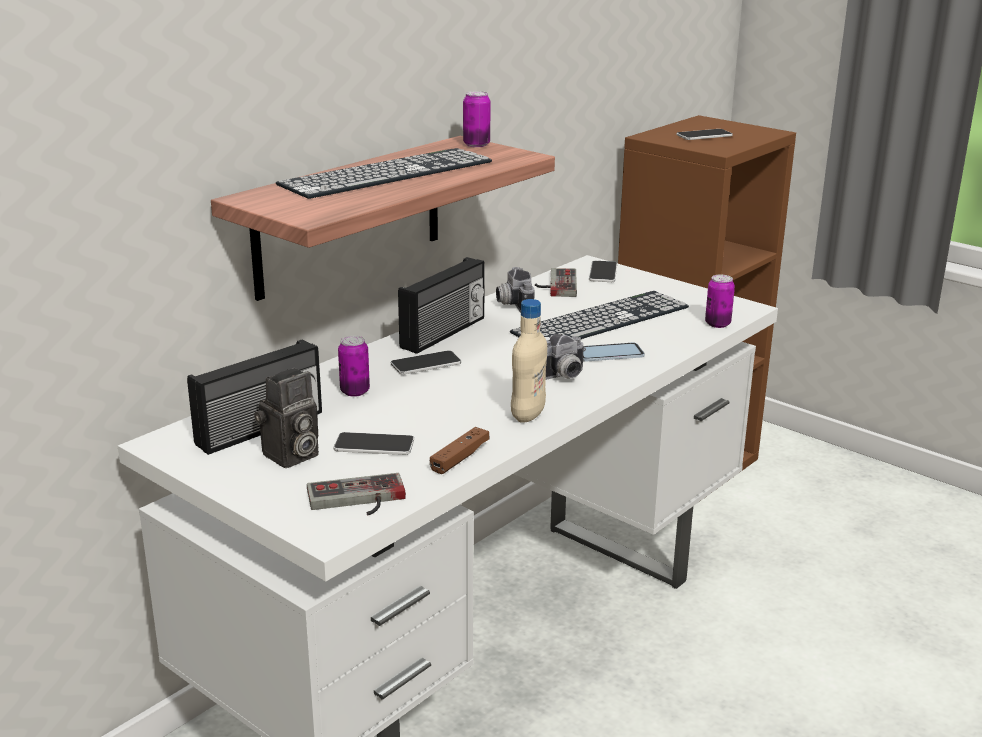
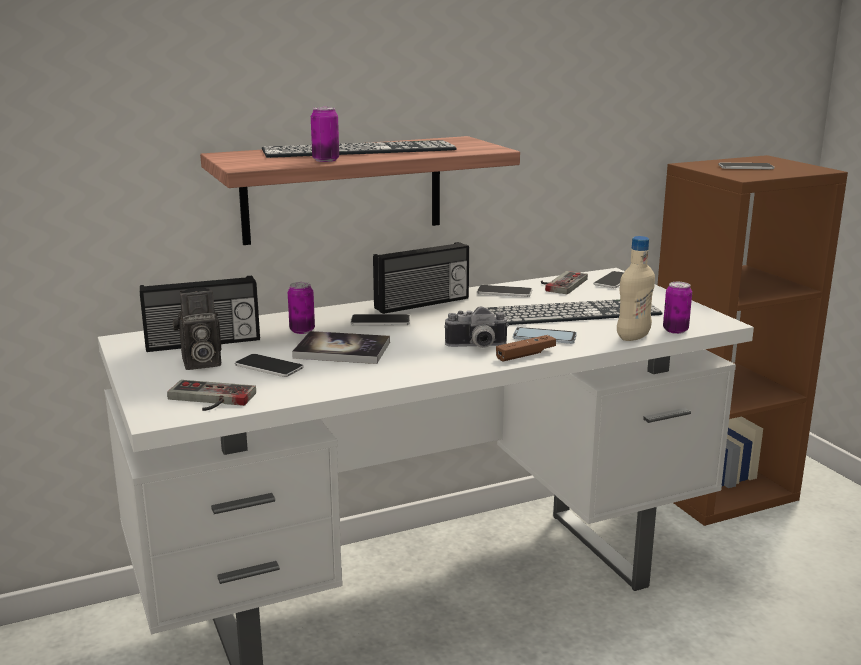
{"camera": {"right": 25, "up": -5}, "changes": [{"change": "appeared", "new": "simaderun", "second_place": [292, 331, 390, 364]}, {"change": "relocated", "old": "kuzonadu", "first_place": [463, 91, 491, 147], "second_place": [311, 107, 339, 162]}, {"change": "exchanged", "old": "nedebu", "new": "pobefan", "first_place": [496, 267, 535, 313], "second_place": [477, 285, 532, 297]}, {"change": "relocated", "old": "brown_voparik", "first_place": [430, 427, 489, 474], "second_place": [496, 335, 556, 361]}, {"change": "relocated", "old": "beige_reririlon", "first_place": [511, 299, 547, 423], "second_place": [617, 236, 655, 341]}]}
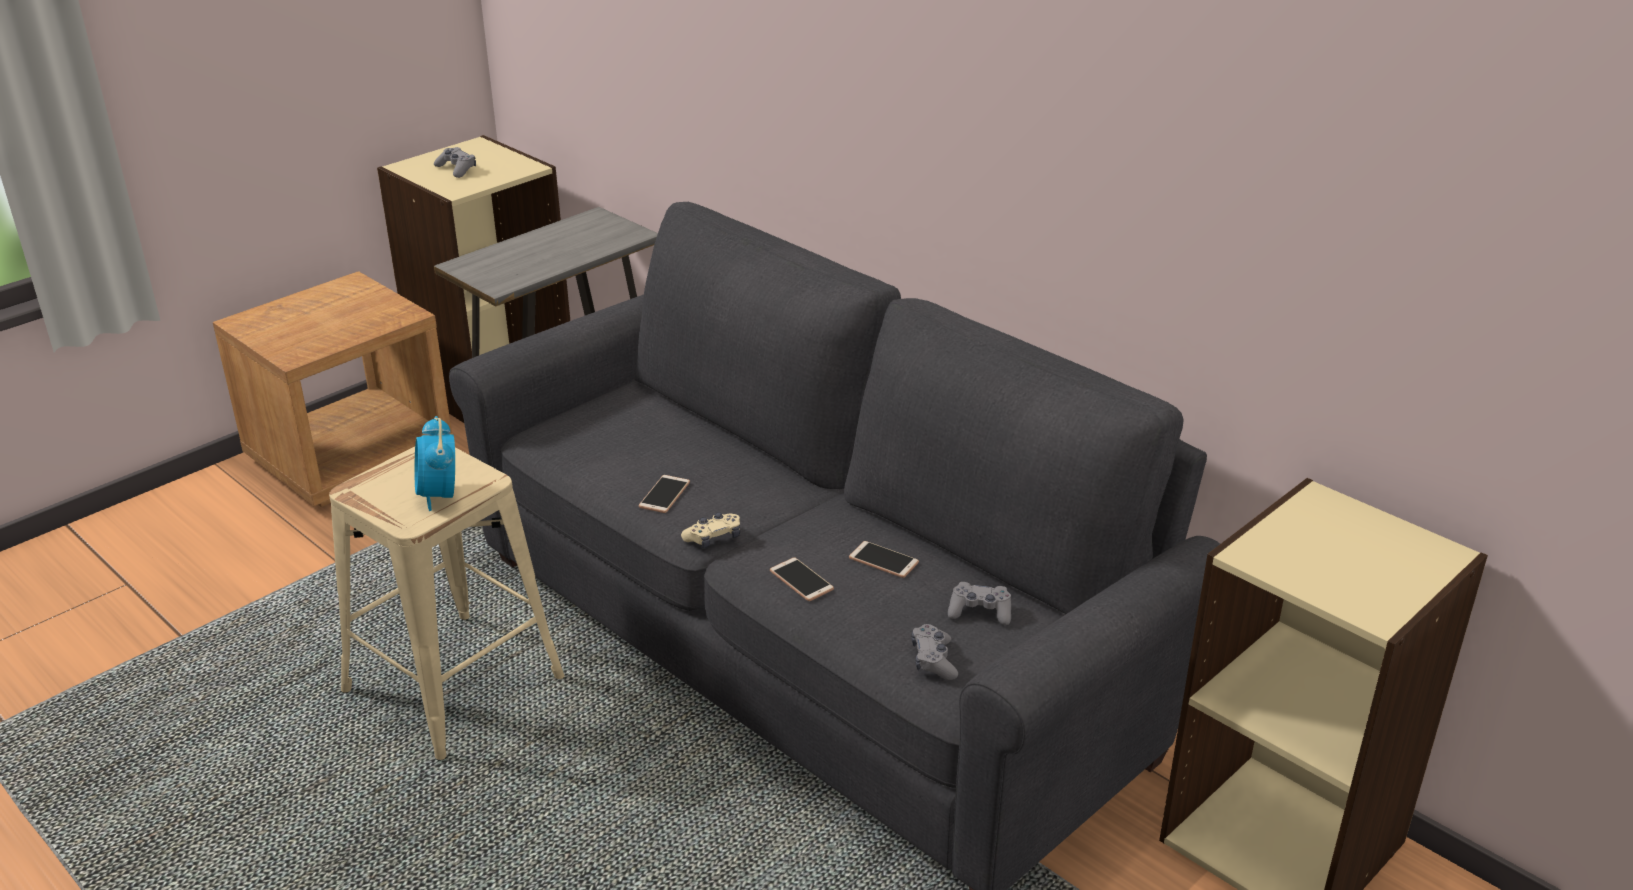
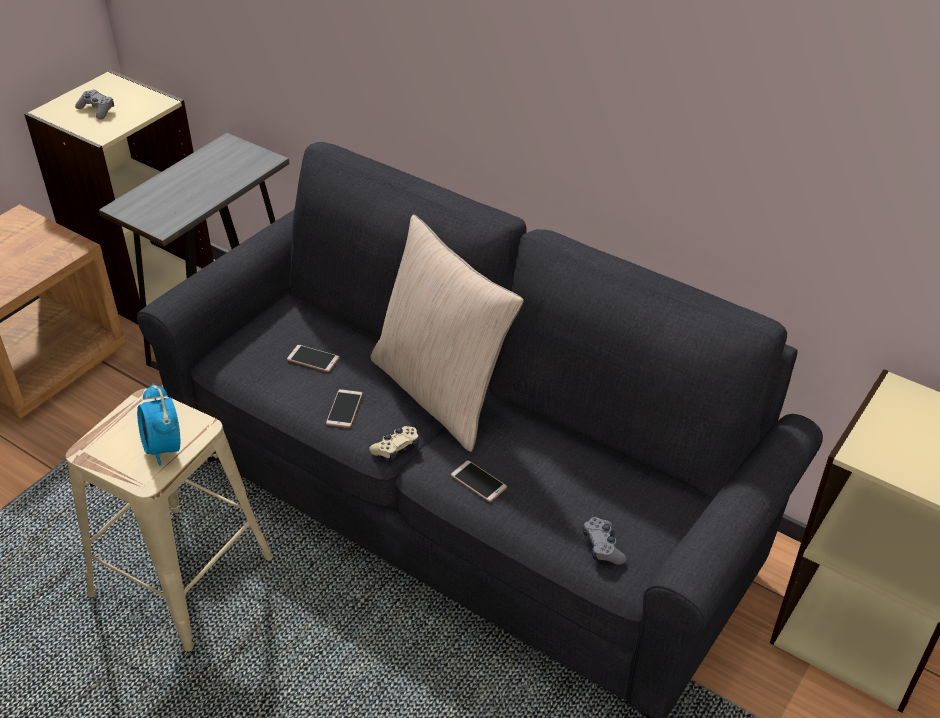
{"camera": {"right": -10, "up": 10}, "changes": [{"change": "relocated", "old": "pobefan", "first_place": [849, 541, 919, 578], "second_place": [287, 345, 340, 372]}, {"change": "appeared", "new": "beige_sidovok", "second_place": [371, 214, 524, 452]}, {"change": "missing", "old": "grey_voparik", "first_place": [948, 582, 1011, 625]}]}
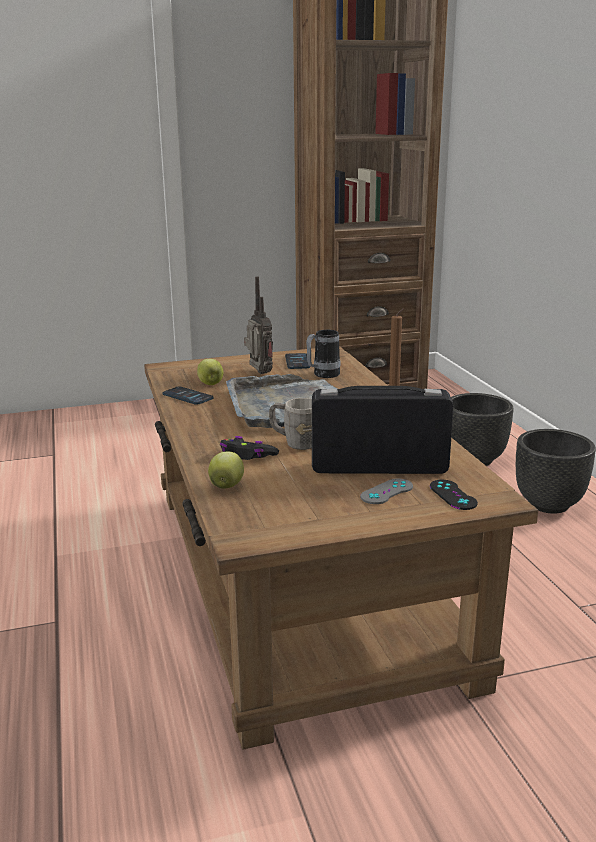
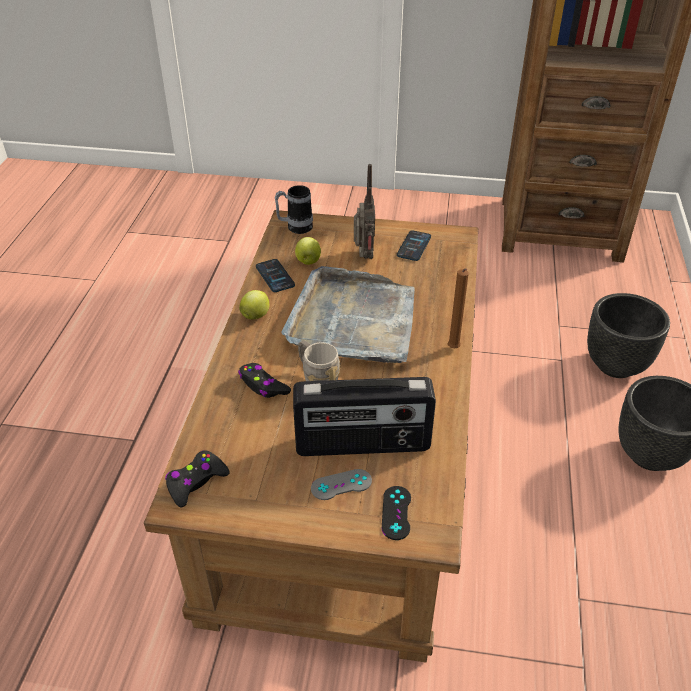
{"camera": {"right": 25, "up": 20}, "changes": [{"change": "appeared", "new": "black_voparik", "second_place": [165, 450, 230, 507]}, {"change": "relocated", "old": "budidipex", "first_place": [208, 452, 244, 489], "second_place": [239, 290, 270, 319]}, {"change": "relocated", "old": "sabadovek", "first_place": [306, 330, 341, 378], "second_place": [275, 185, 313, 234]}, {"change": "spun", "old": "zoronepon", "first_place": [312, 386, 454, 474], "second_place": [293, 377, 436, 456], "degrees": 150}]}
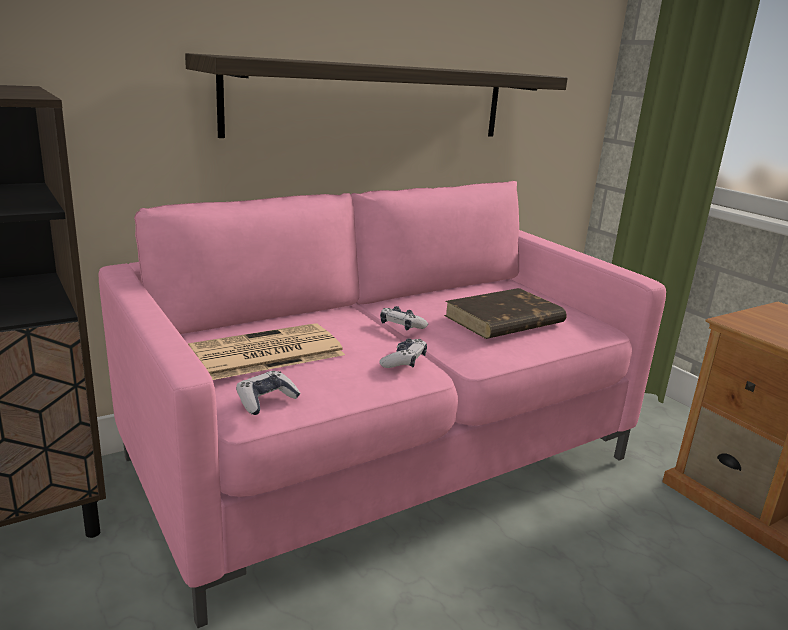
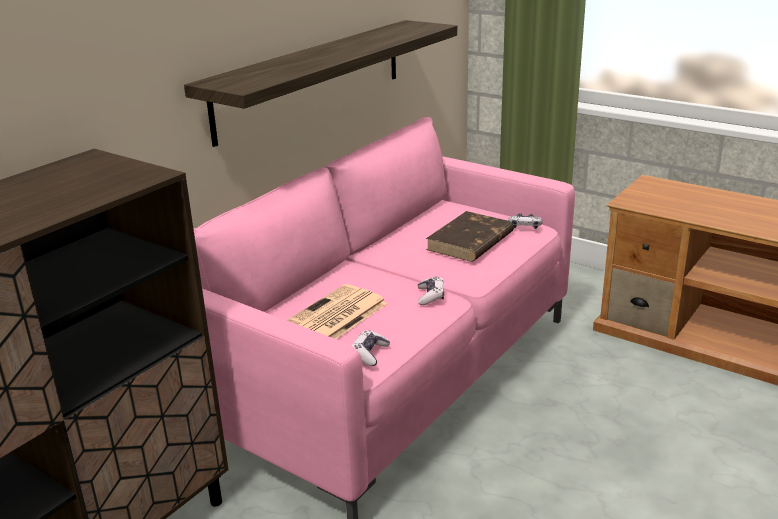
{"camera": {"right": -20, "up": 5}, "changes": [{"change": "relocated", "old": "voparik", "first_place": [380, 306, 428, 330], "second_place": [508, 213, 543, 229]}]}
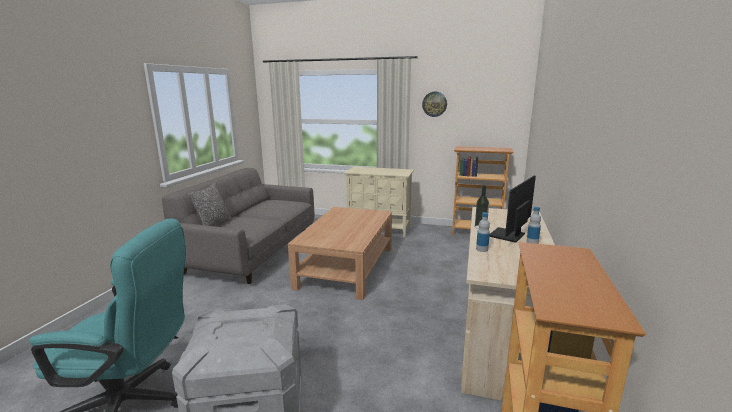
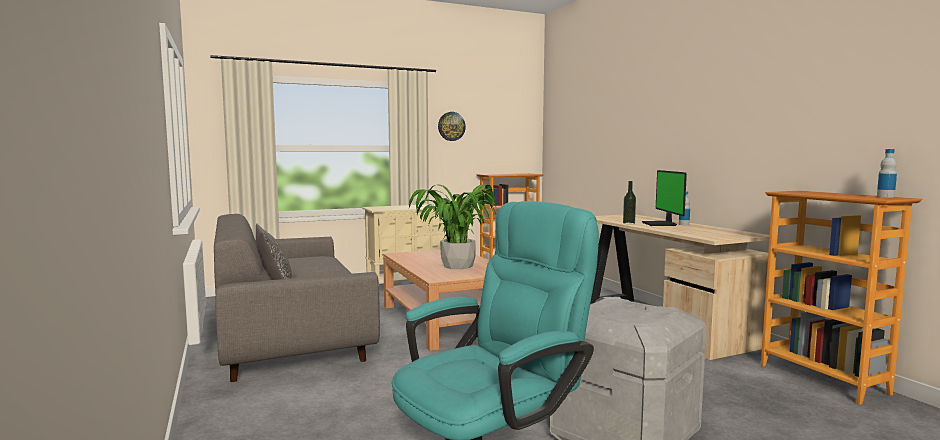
{"camera": {"right": -40, "up": -10}, "changes": [{"change": "appeared", "new": "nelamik", "second_place": [409, 184, 496, 269]}, {"change": "relocated", "old": "reririlon", "first_place": [476, 212, 490, 252], "second_place": [877, 149, 897, 198]}]}
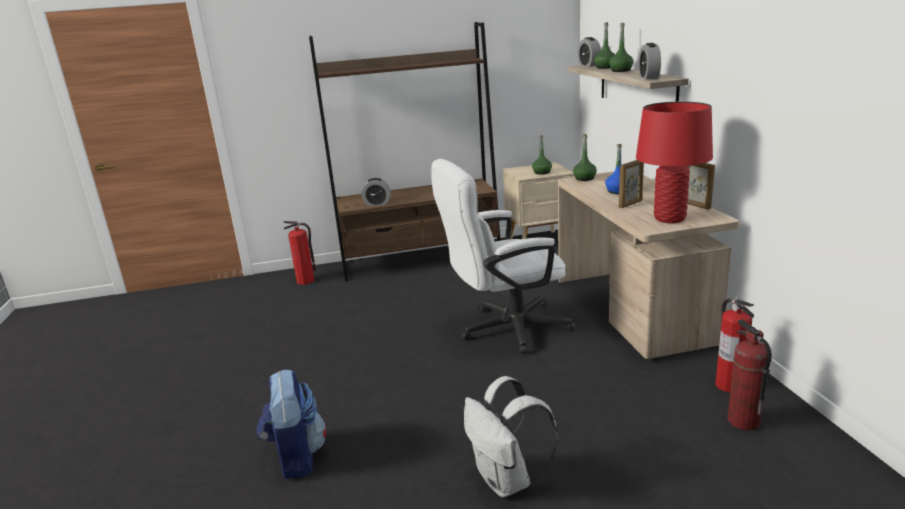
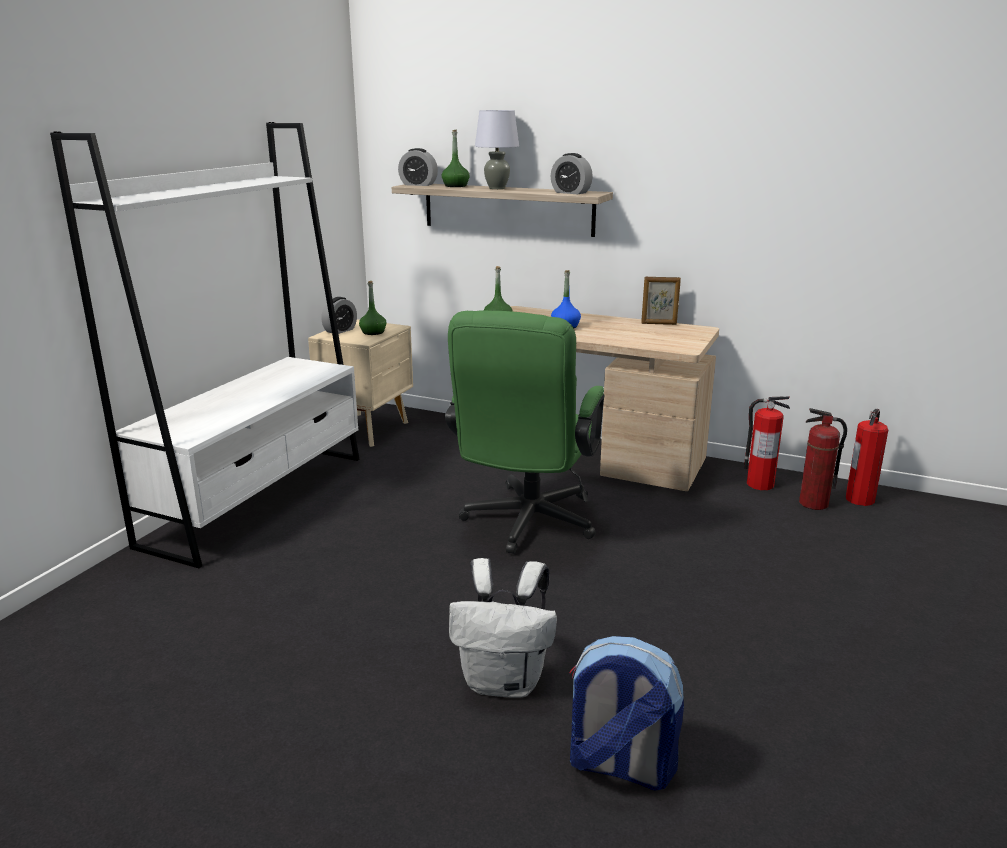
{"camera": {"right": -55, "up": 0}, "changes": [{"change": "colour", "old": "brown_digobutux", "new": "white_digobutux", "first_place": [309, 22, 501, 281], "second_place": [50, 122, 360, 568]}, {"change": "relocated", "old": "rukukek", "first_place": [362, 178, 391, 206], "second_place": [321, 297, 357, 334]}, {"change": "colour", "old": "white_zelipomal", "new": "green_zelipomal", "first_place": [431, 159, 576, 354], "second_place": [445, 310, 604, 554]}, {"change": "relocated", "old": "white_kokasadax", "first_place": [464, 376, 558, 497], "second_place": [449, 558, 557, 698]}, {"change": "exchanged", "old": "green_reririlon", "new": "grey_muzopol", "first_place": [609, 23, 634, 72], "second_place": [475, 110, 519, 189]}, {"change": "relocated", "old": "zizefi", "first_place": [284, 221, 316, 285], "second_place": [846, 409, 888, 506]}, {"change": "missing", "old": "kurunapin", "first_place": [619, 160, 644, 208]}, {"change": "missing", "old": "red_muzopol", "first_place": [636, 102, 713, 223]}]}
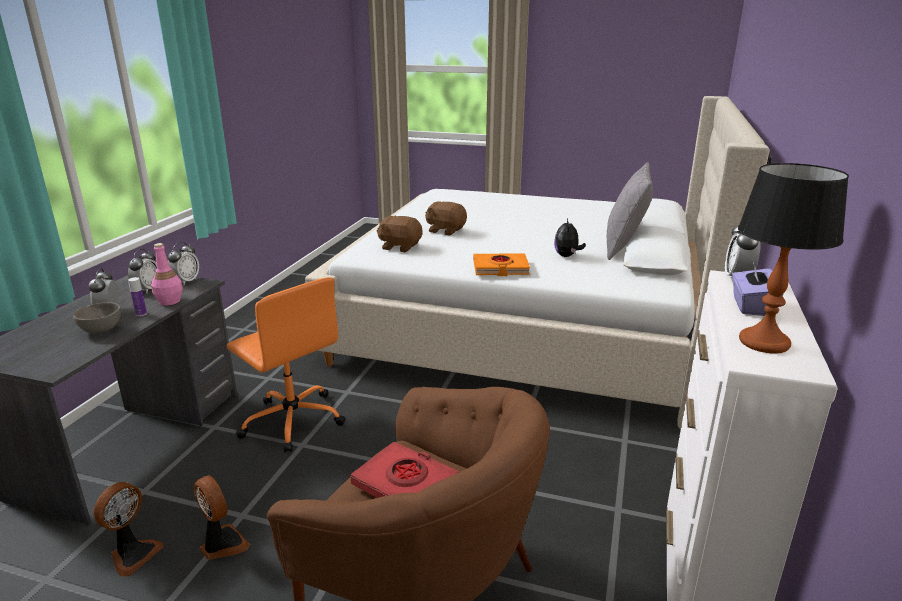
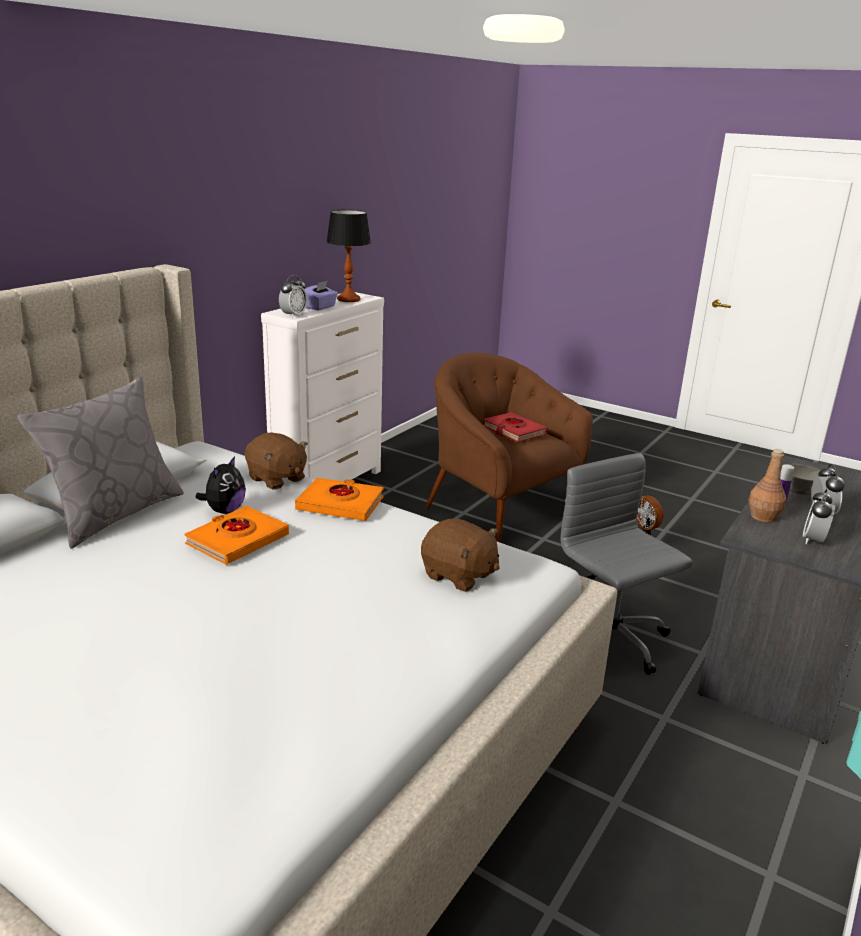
{"camera": {"right": -165, "up": 0}, "changes": [{"change": "appeared", "new": "orange_simaderun", "second_place": [184, 506, 289, 565]}, {"change": "relocated", "old": "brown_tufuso", "first_place": [425, 201, 467, 236], "second_place": [245, 432, 308, 490]}, {"change": "colour", "old": "orange_zelipomal", "new": "grey_zelipomal", "first_place": [227, 277, 345, 453], "second_place": [561, 453, 693, 675]}, {"change": "colour", "old": "pink_reririlon", "new": "brown_reririlon", "first_place": [151, 243, 183, 306], "second_place": [749, 449, 786, 523]}, {"change": "missing", "old": "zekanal", "first_place": [93, 482, 164, 577]}, {"change": "missing", "old": "rukukek", "first_place": [168, 242, 199, 285]}]}
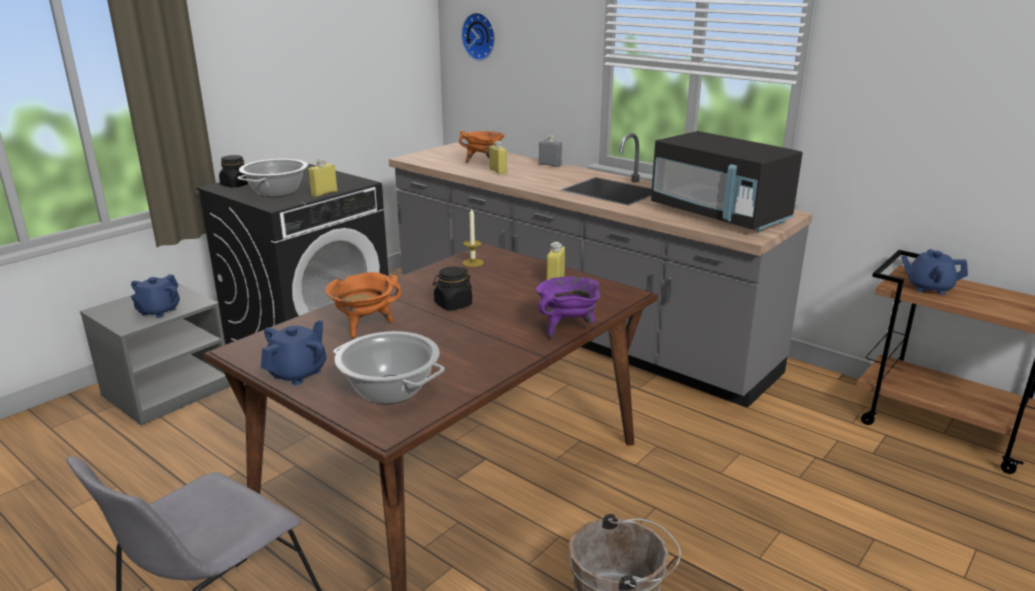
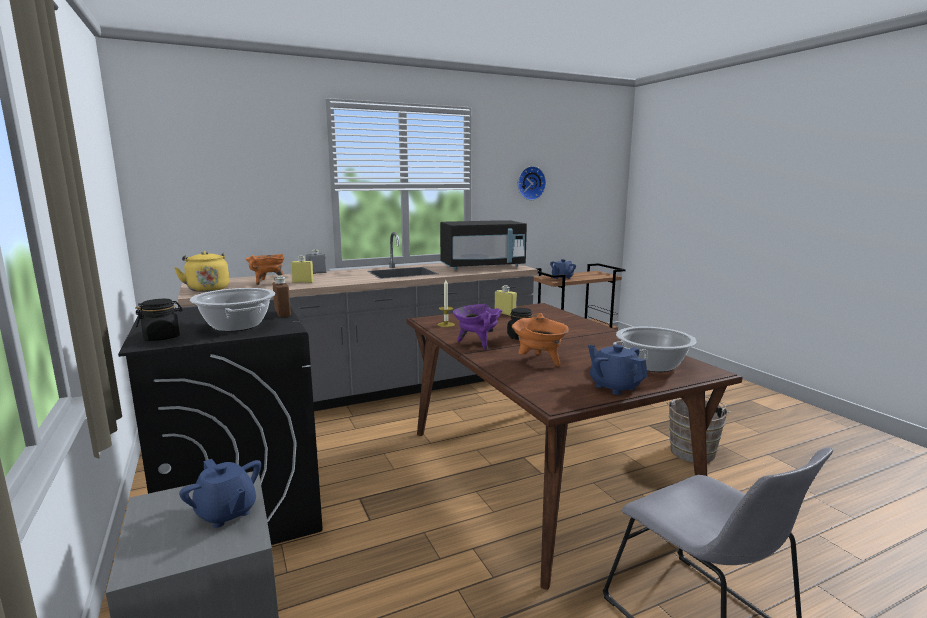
{"camera": {"right": -65, "up": -10}, "changes": [{"change": "appeared", "new": "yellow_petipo", "second_place": [174, 251, 229, 292]}, {"change": "colour", "old": "yellow_reririlon", "new": "brown_reririlon", "first_place": [308, 158, 337, 197], "second_place": [273, 276, 291, 317]}, {"change": "relocated", "old": "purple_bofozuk", "first_place": [536, 276, 600, 338], "second_place": [452, 304, 503, 350]}, {"change": "relocated", "old": "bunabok", "first_place": [461, 12, 495, 61], "second_place": [518, 166, 546, 200]}]}
